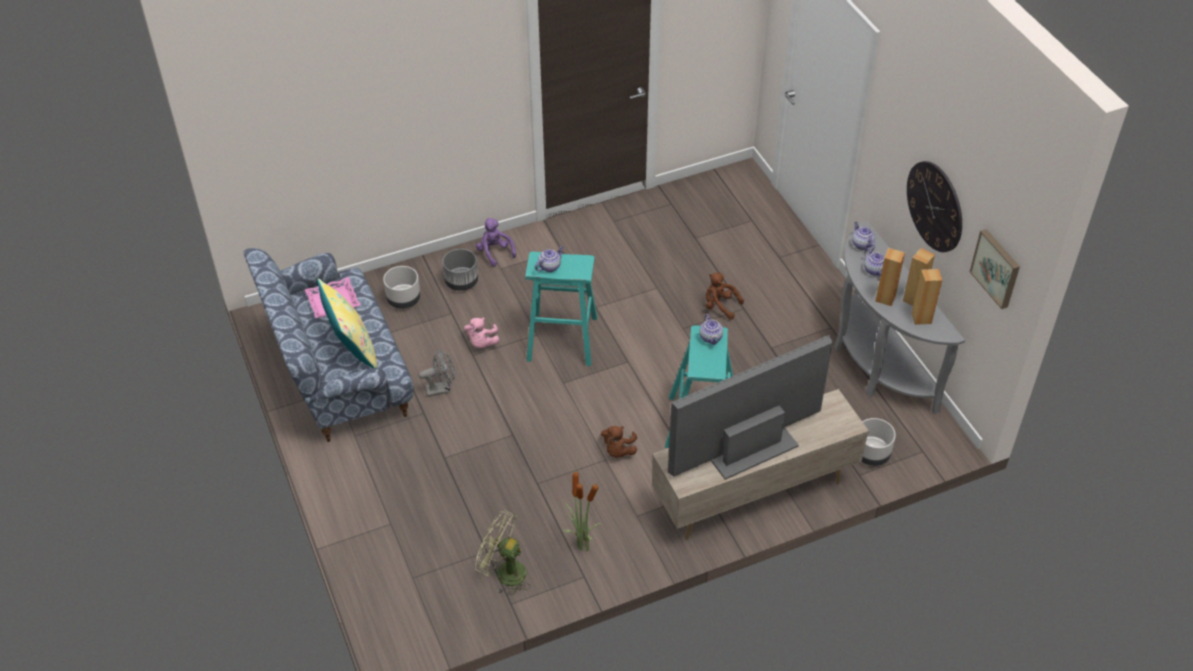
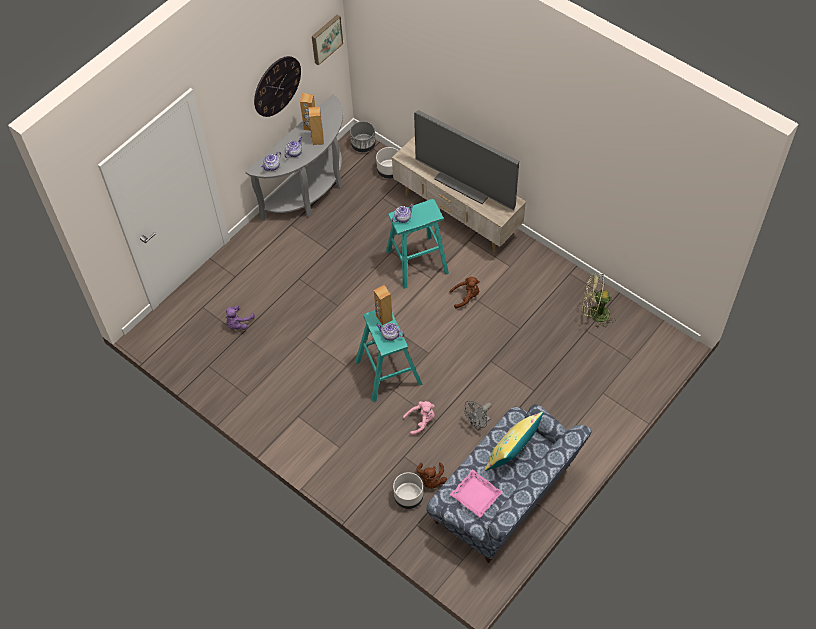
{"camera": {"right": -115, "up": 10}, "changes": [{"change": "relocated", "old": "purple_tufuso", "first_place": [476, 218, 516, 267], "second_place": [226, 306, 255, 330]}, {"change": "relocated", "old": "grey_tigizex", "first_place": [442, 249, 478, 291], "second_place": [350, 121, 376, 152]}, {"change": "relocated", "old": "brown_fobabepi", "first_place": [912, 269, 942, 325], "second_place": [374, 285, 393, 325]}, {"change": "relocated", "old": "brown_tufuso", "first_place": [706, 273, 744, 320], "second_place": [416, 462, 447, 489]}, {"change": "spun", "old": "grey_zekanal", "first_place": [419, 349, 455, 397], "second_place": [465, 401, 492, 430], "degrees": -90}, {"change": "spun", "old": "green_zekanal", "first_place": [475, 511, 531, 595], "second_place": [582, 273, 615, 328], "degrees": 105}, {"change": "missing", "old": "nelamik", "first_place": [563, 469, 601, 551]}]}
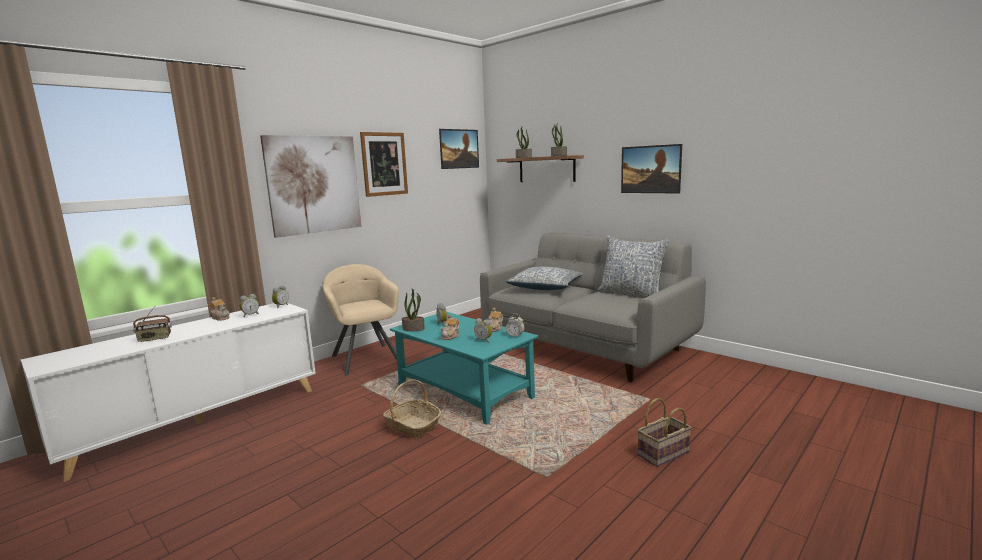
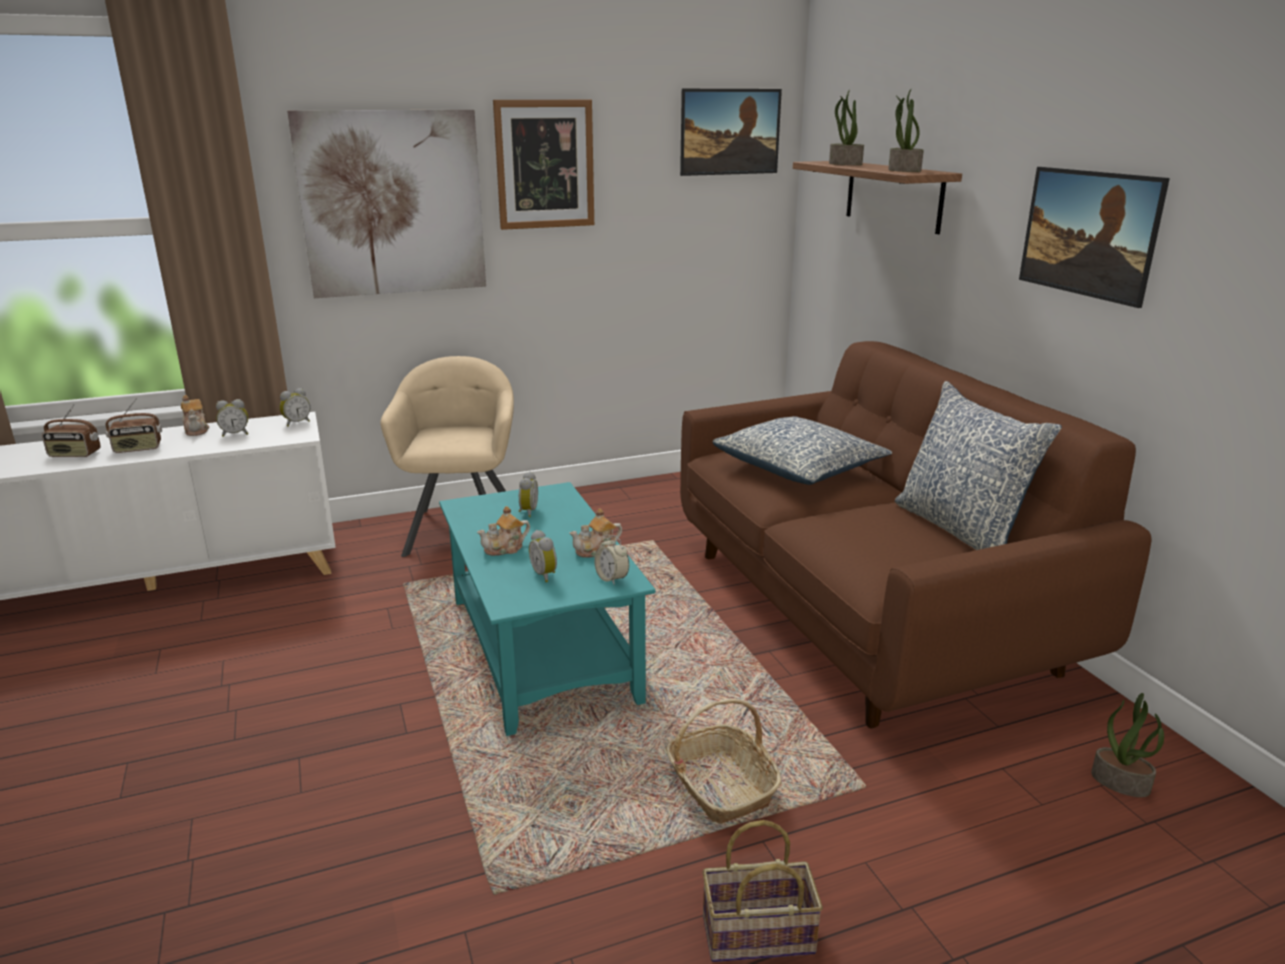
{"camera": {"right": 25, "up": 10}, "changes": [{"change": "appeared", "new": "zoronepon", "second_place": [105, 398, 162, 453]}, {"change": "relocated", "old": "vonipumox", "first_place": [383, 380, 442, 438], "second_place": [666, 698, 782, 824]}, {"change": "colour", "old": "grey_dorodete", "new": "brown_dorodete", "first_place": [480, 233, 706, 382], "second_place": [680, 341, 1151, 728]}, {"change": "relocated", "old": "nelamik", "first_place": [402, 289, 425, 331], "second_place": [1091, 693, 1164, 797]}]}
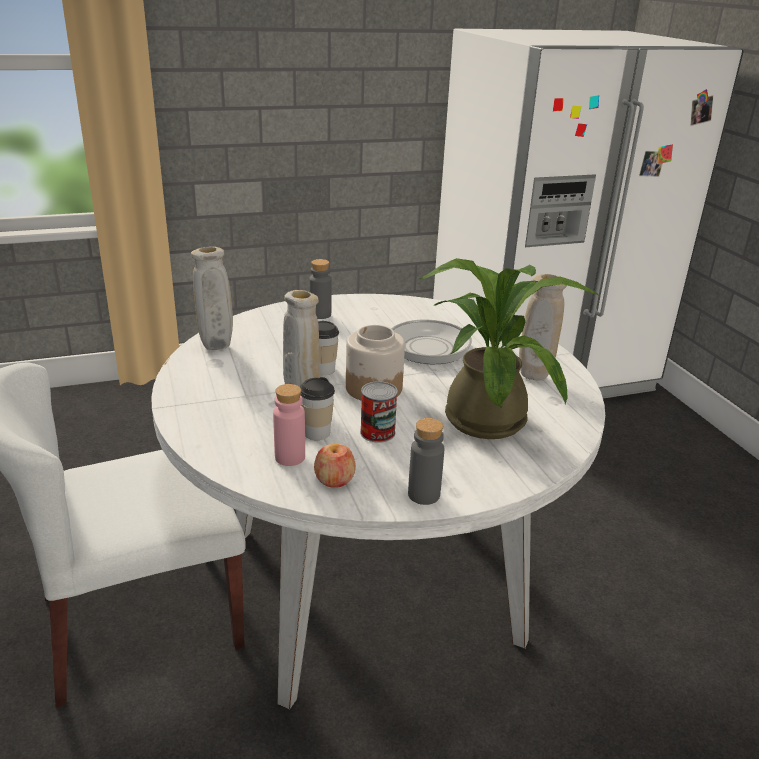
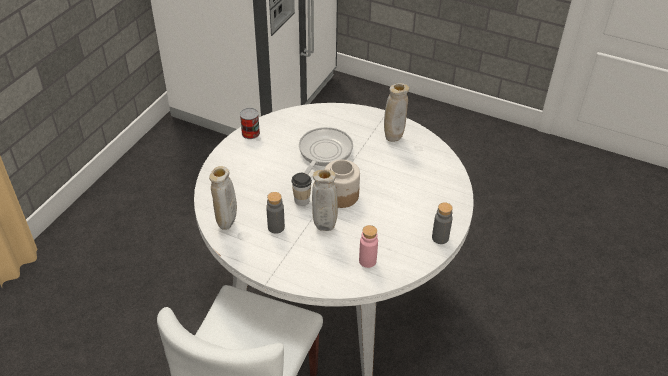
{"camera": {"right": -45, "up": 15}, "changes": [{"change": "relocated", "old": "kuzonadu", "first_place": [360, 381, 398, 443], "second_place": [240, 108, 260, 139]}, {"change": "relocated", "old": "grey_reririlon", "first_place": [309, 259, 332, 319], "second_place": [266, 192, 285, 234]}, {"change": "missing", "old": "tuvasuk", "first_place": [300, 377, 335, 440]}, {"change": "missing", "old": "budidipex", "first_place": [314, 444, 356, 488]}, {"change": "missing", "old": "nelamik", "first_place": [420, 258, 600, 439]}]}
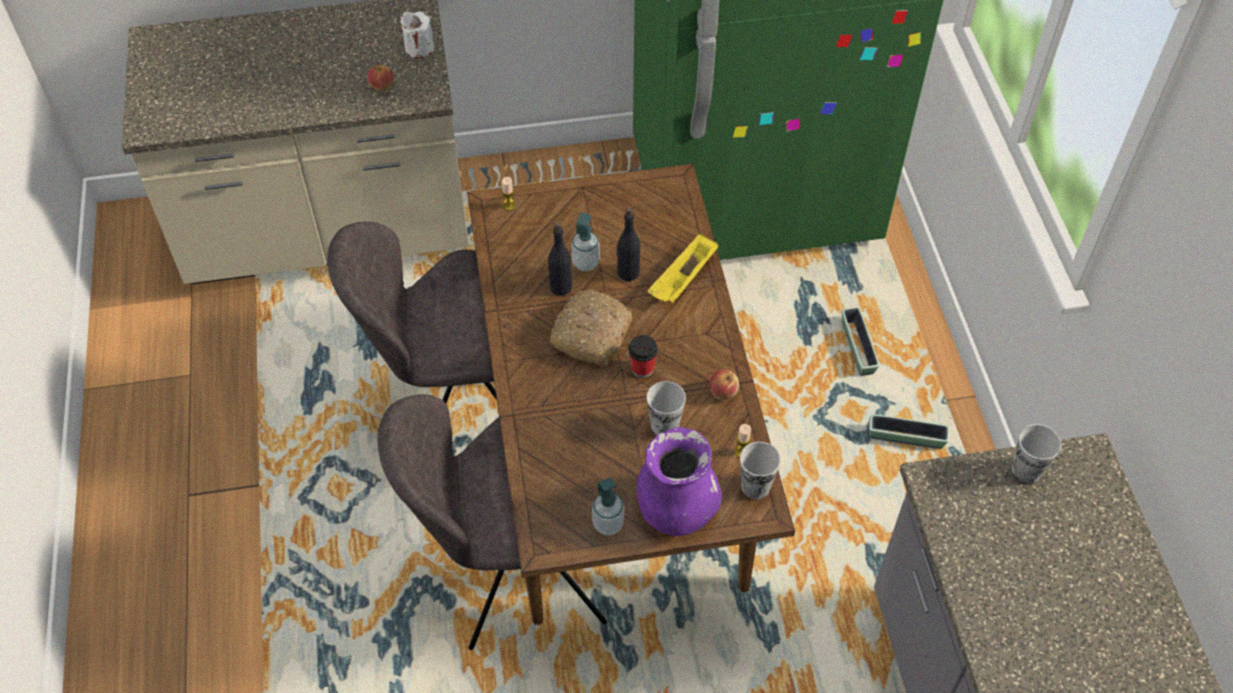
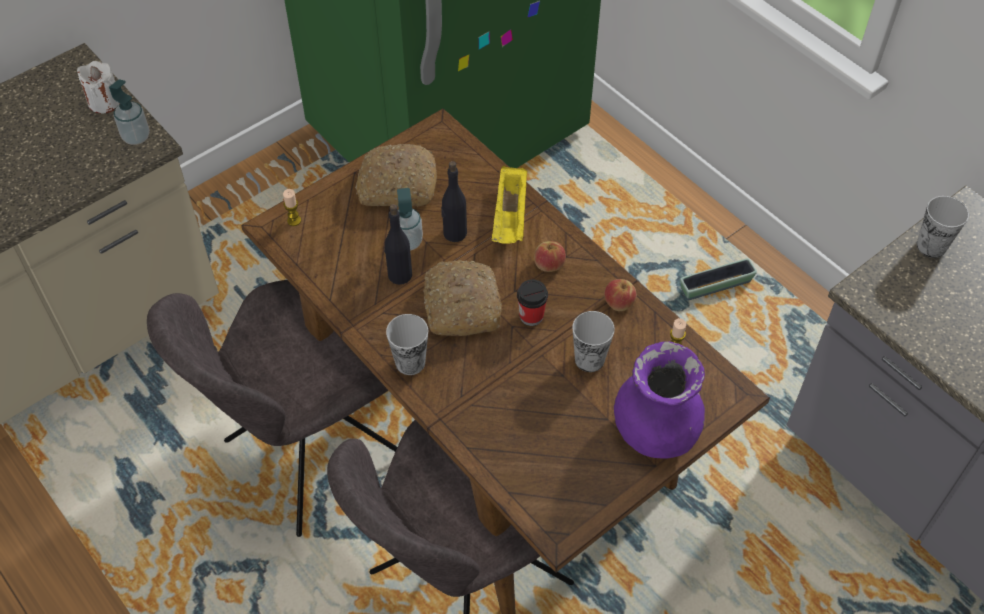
{"camera": {"right": -30, "up": 0}, "changes": [{"change": "relocated", "old": "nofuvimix", "first_place": [592, 477, 624, 535], "second_place": [109, 79, 150, 145]}, {"change": "appeared", "new": "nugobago", "second_place": [355, 144, 437, 207]}, {"change": "relocated", "old": "tuvasuk", "first_place": [740, 442, 781, 499], "second_place": [386, 314, 428, 375]}, {"change": "relocated", "old": "budidipex", "first_place": [367, 65, 394, 91], "second_place": [534, 241, 566, 272]}, {"change": "missing", "old": "tigizex", "first_place": [842, 307, 880, 376]}]}
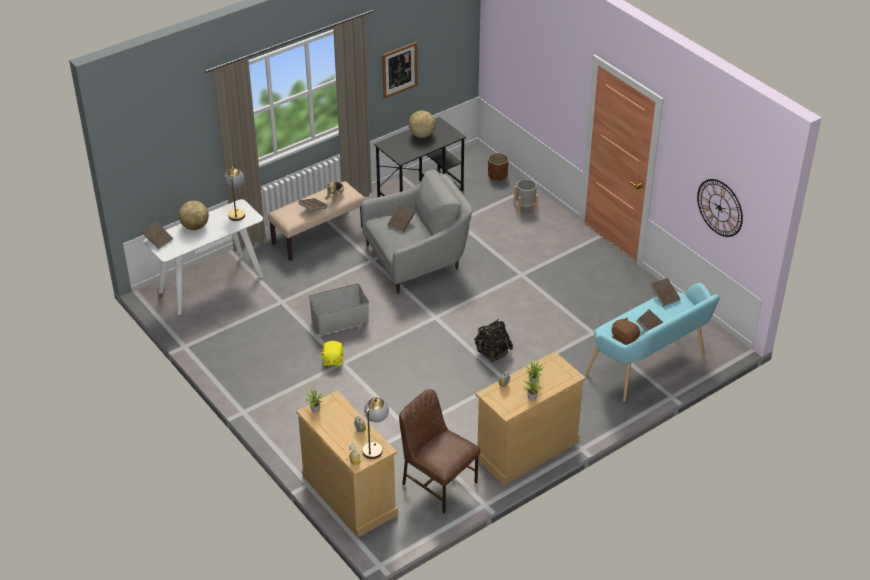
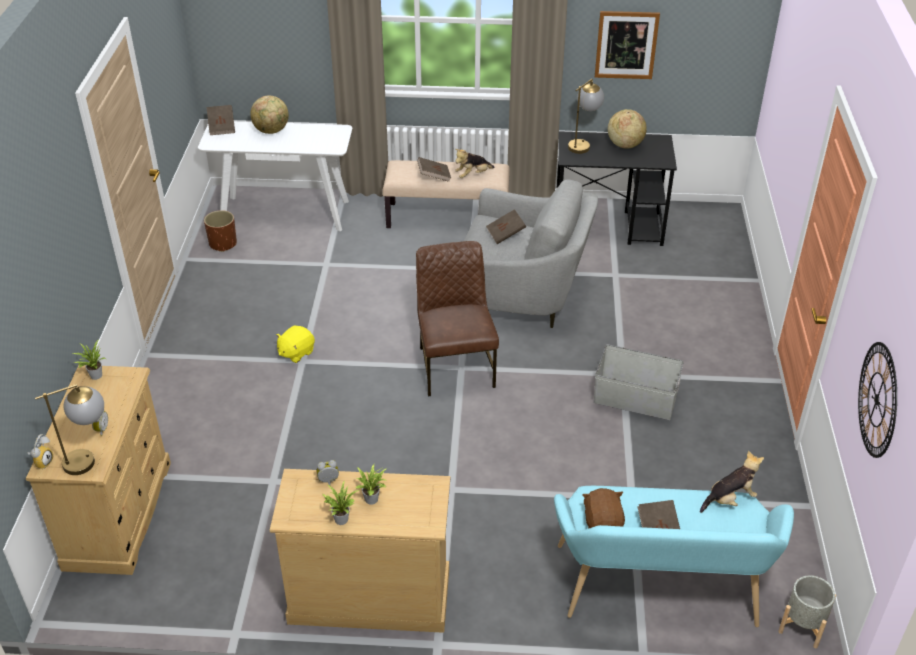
{"camera": {"right": 40, "up": 0}, "changes": [{"change": "relocated", "old": "brown_tigizex", "first_place": [488, 153, 509, 181], "second_place": [204, 210, 237, 252]}, {"change": "relocated", "old": "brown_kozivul", "first_place": [399, 389, 480, 514], "second_place": [416, 241, 499, 396]}, {"change": "relocated", "old": "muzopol", "first_place": [224, 166, 245, 221], "second_place": [568, 79, 604, 154]}, {"change": "relocated", "old": "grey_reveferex", "first_place": [309, 283, 369, 335], "second_place": [594, 344, 683, 420]}, {"change": "exchanged", "old": "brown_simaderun", "new": "tufuso", "first_place": [650, 278, 680, 307], "second_place": [700, 451, 764, 513]}, {"change": "relocated", "old": "grey_tigizex", "first_place": [514, 179, 538, 215], "second_place": [778, 575, 836, 648]}, {"change": "missing", "old": "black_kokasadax", "first_place": [474, 319, 513, 362]}]}
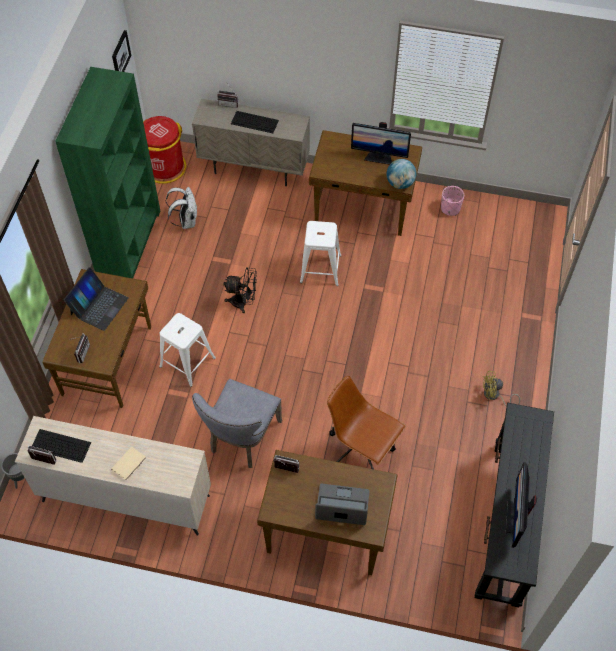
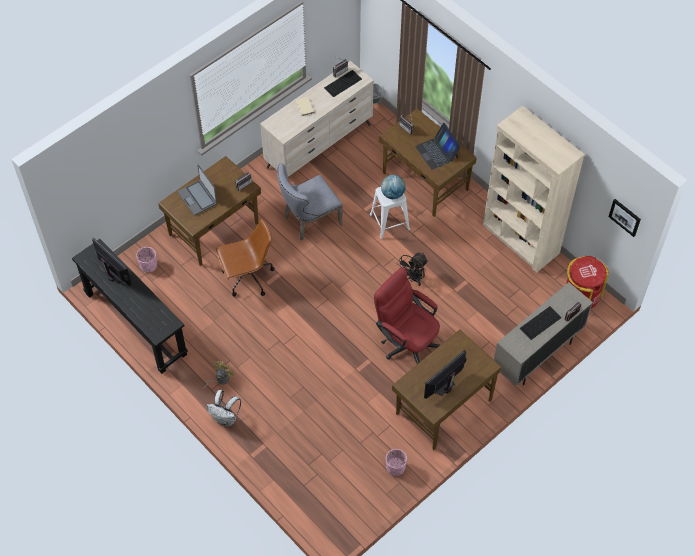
{"camera": {"right": 125, "up": 0}, "changes": [{"change": "appeared", "new": "pink_tigizex", "second_place": [136, 247, 157, 272]}, {"change": "spun", "old": "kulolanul", "first_place": [315, 484, 369, 525], "second_place": [178, 165, 217, 216], "degrees": 105}, {"change": "relocated", "old": "white_kokasadax", "first_place": [166, 187, 197, 229], "second_place": [207, 390, 241, 427]}, {"change": "spun", "old": "grey_kozivul", "first_place": [192, 379, 282, 468], "second_place": [277, 163, 343, 241], "degrees": -90}, {"change": "exchanged", "old": "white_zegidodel", "new": "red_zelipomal", "first_place": [300, 221, 341, 286], "second_place": [374, 267, 440, 364]}, {"change": "relocated", "old": "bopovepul", "first_place": [387, 159, 417, 189], "second_place": [381, 175, 405, 199]}, {"change": "colour", "old": "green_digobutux", "new": "beige_digobutux", "first_place": [55, 67, 160, 278], "second_place": [483, 106, 585, 273]}]}
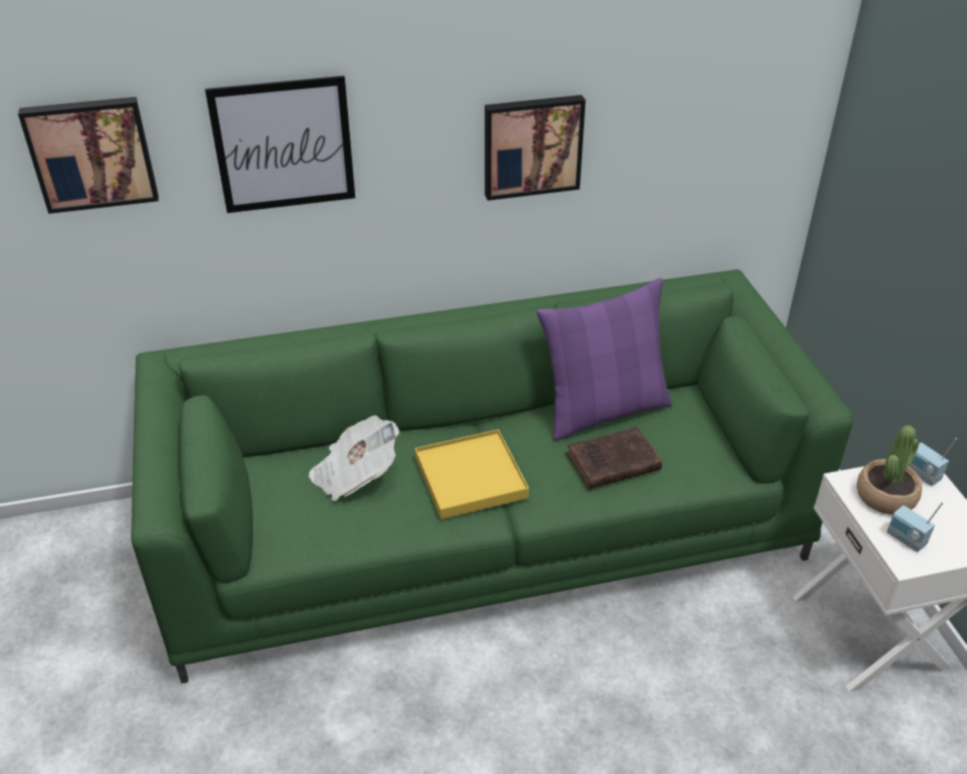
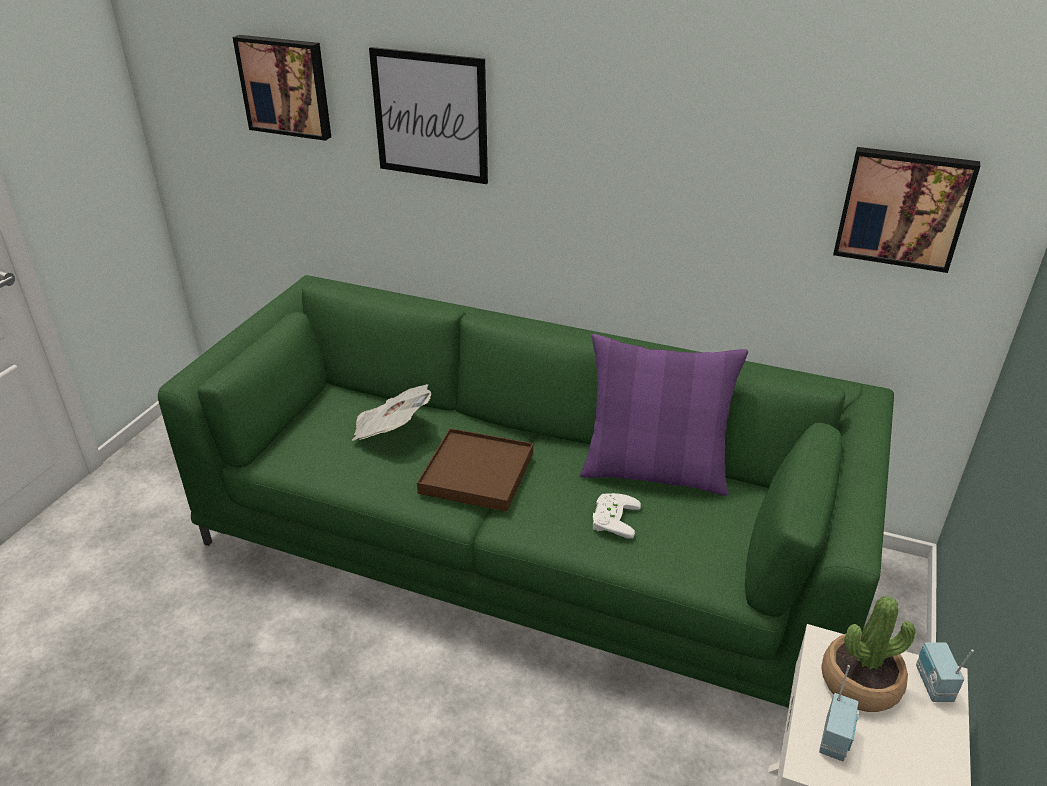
{"camera": {"right": 35, "up": -5}, "changes": [{"change": "colour", "old": "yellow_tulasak", "new": "brown_tulasak", "first_place": [415, 429, 529, 520], "second_place": [417, 428, 533, 512]}, {"change": "exchanged", "old": "brown_simaderun", "new": "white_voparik", "first_place": [566, 427, 662, 489], "second_place": [593, 493, 641, 539]}, {"change": "spun", "old": "zoronepon", "first_place": [887, 502, 943, 552], "second_place": [819, 665, 859, 761], "degrees": -150}, {"change": "relocated", "old": "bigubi", "first_place": [485, 95, 586, 201], "second_place": [833, 147, 980, 273]}]}
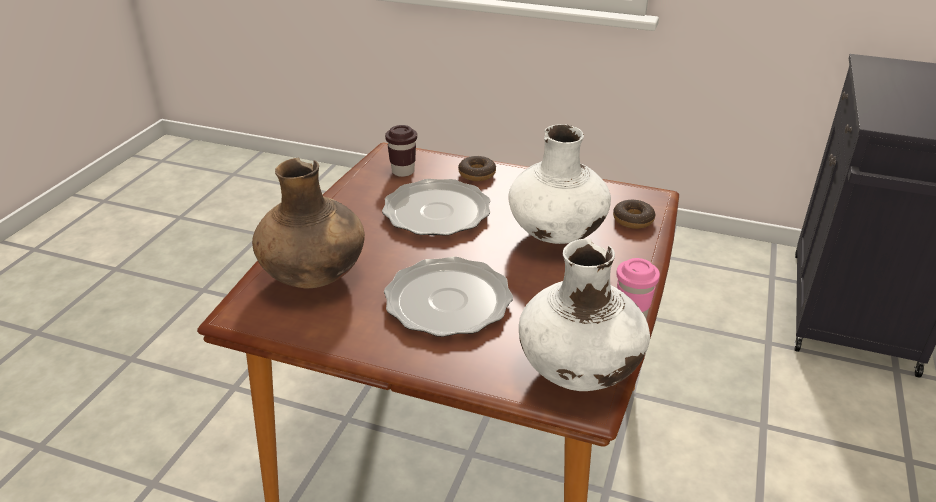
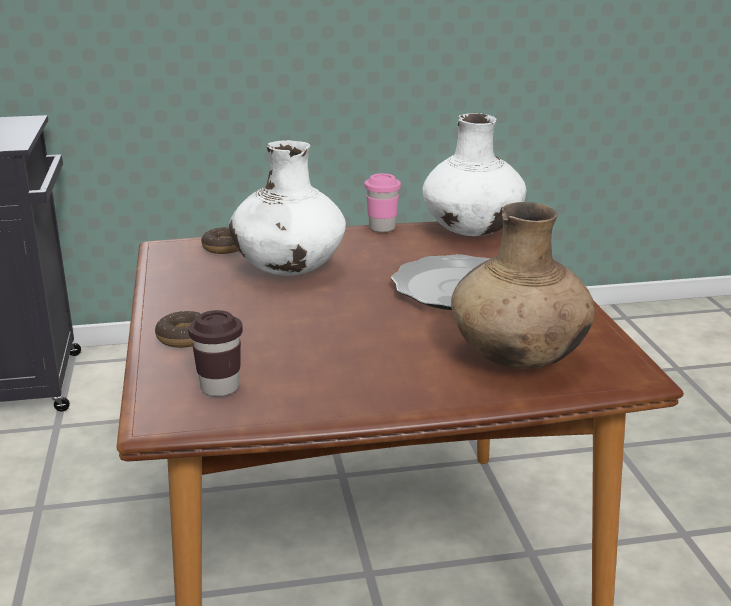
{"camera": {"right": -120, "up": -10}, "changes": [{"change": "missing", "old": "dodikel", "first_place": [382, 179, 490, 235]}]}
